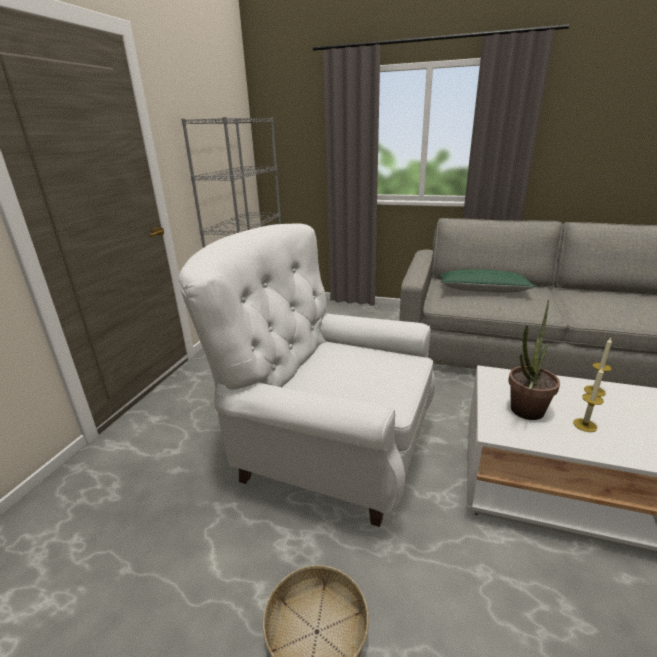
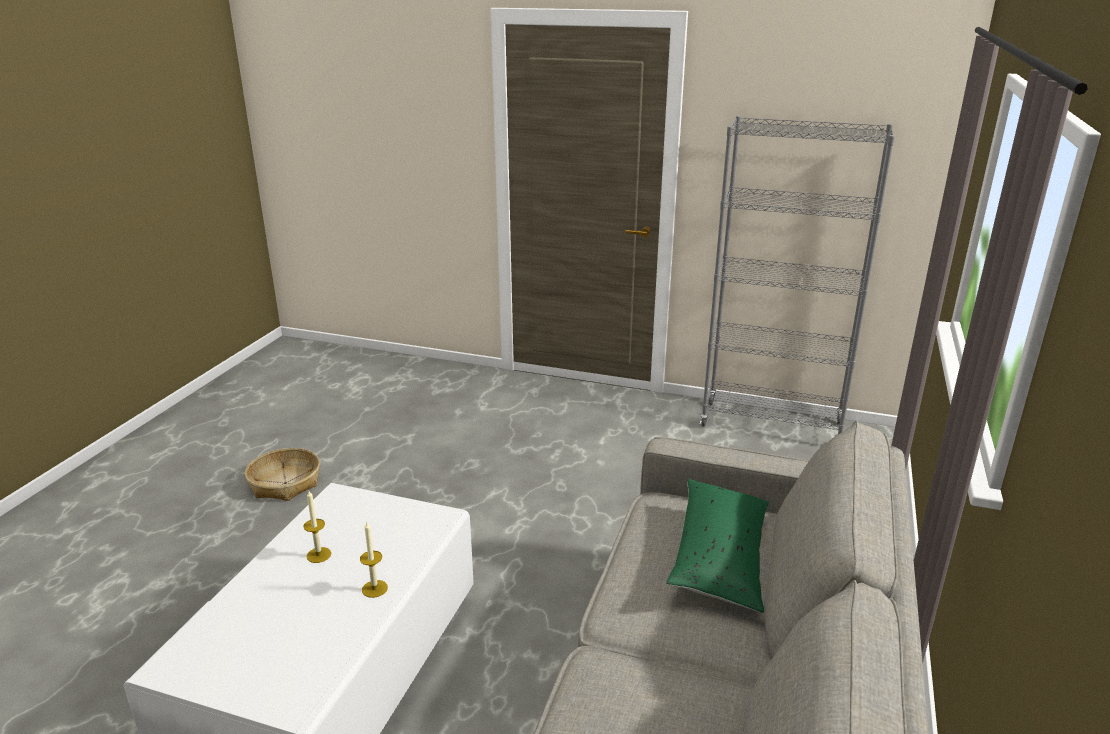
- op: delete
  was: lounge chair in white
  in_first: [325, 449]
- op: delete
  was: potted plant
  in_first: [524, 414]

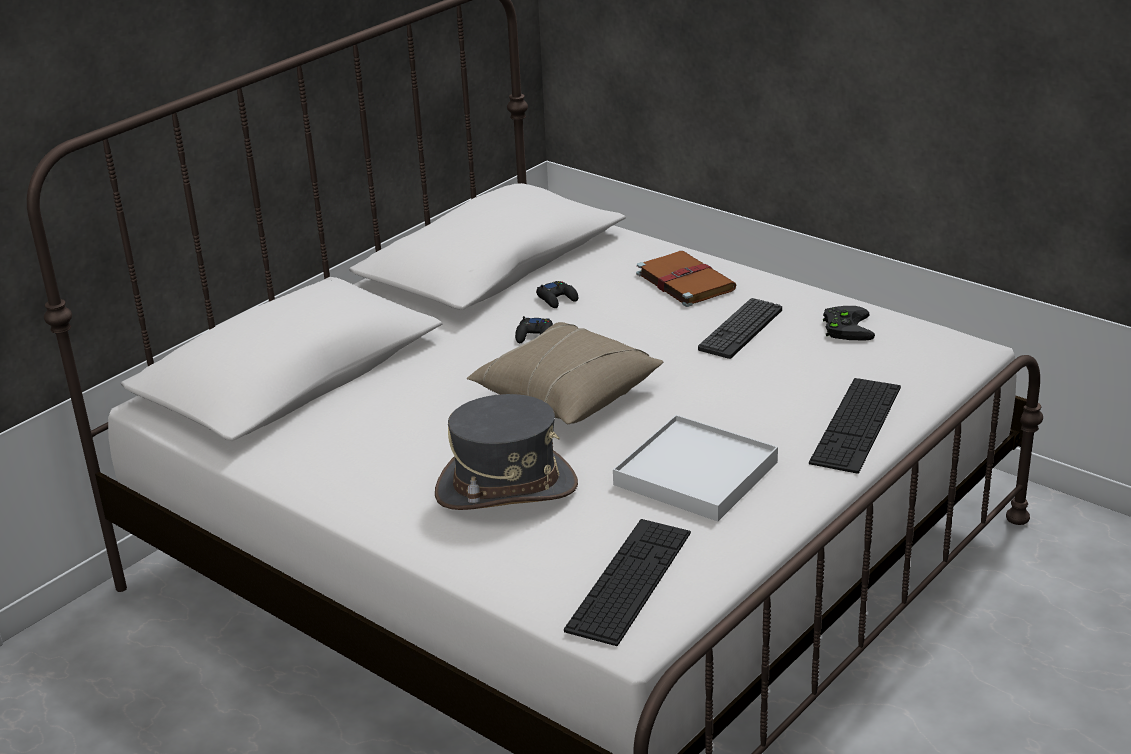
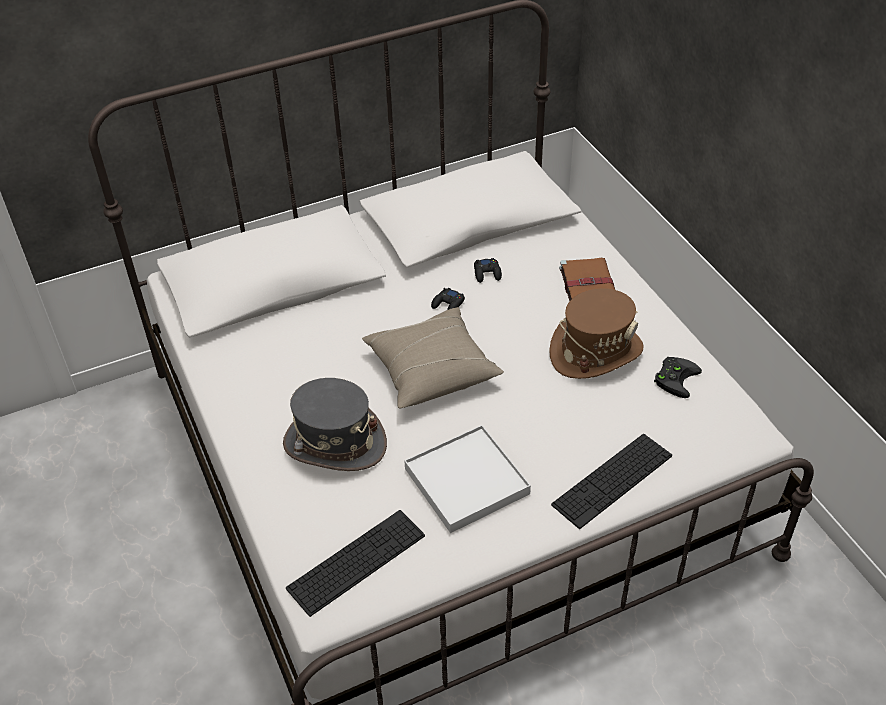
- op: replace
  was: computer keyboard
  now: hat in brown-coloured
  in_first: [740, 329]
  in_second: [595, 351]

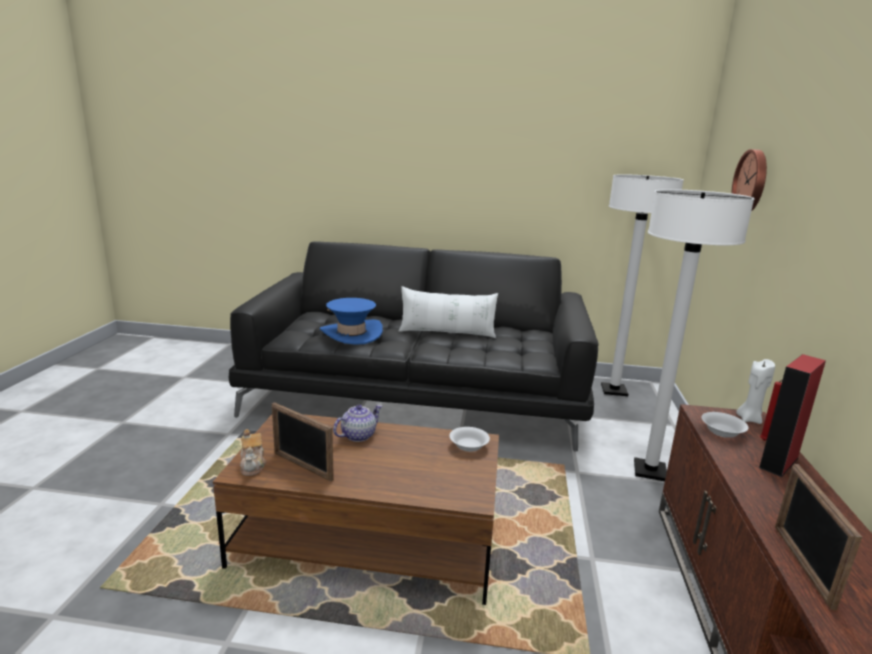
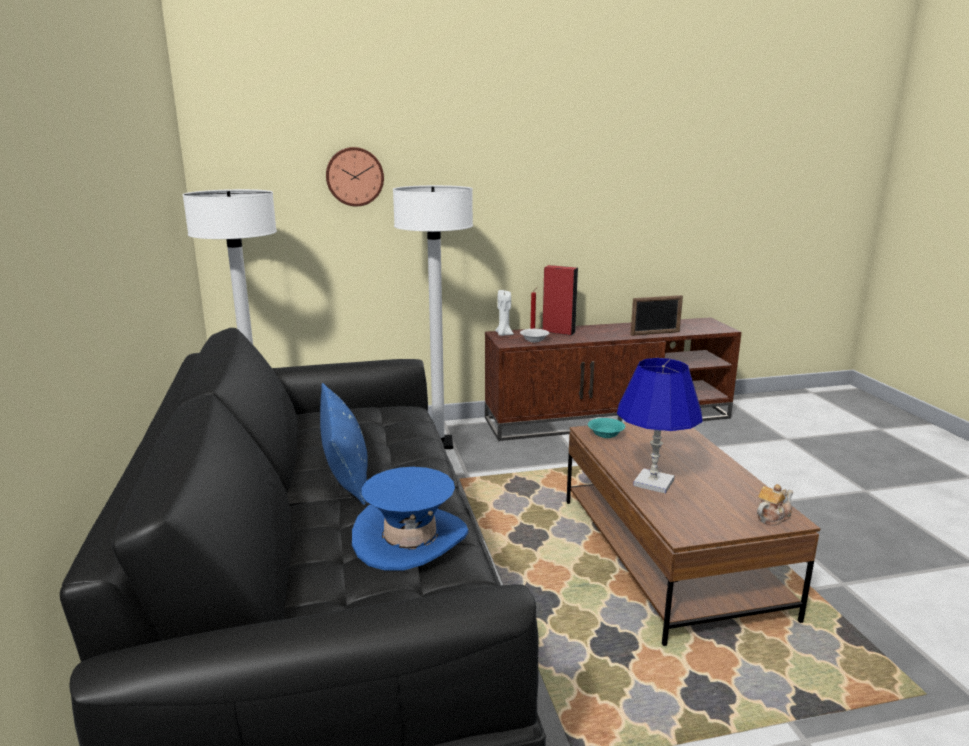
- op: delete
  was: standing frame
  in_first: [302, 466]
- op: replace
  was: teapot
  now: table lamp in bluish
  in_first: [358, 435]
  in_second: [653, 482]
- op: recolor
  was: cushion in white
  now: cushion in bluish
  in_first: [447, 333]
  in_second: [345, 469]
- op: recolor
  was: serving bowl in white
  now: serving bowl in turquoise
  in_first: [468, 446]
  in_second: [605, 434]

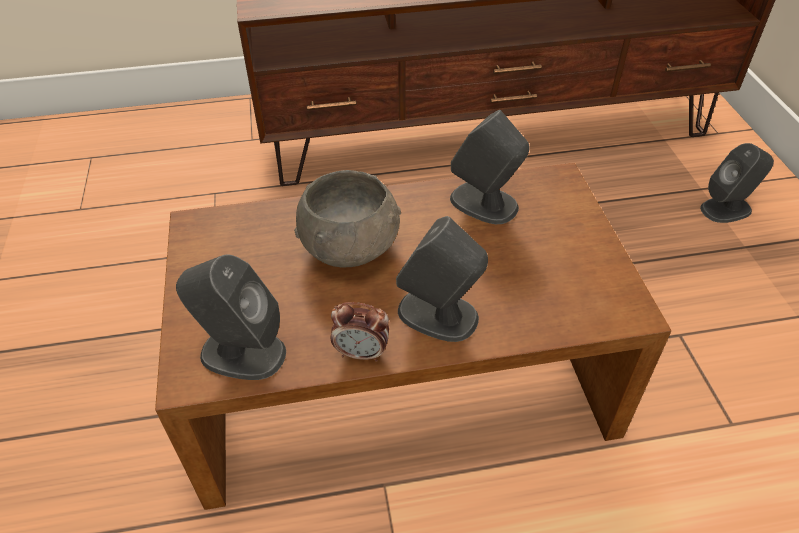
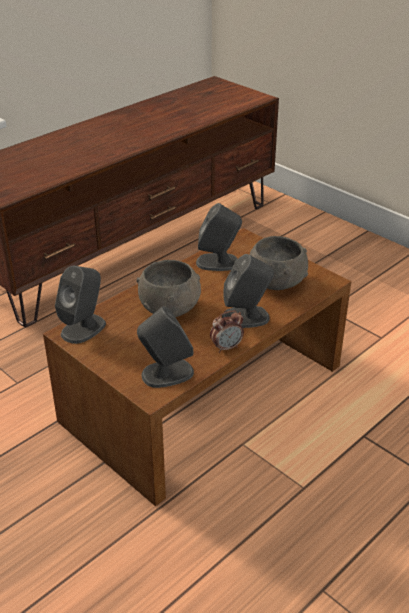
- op: insert
  now: serving bowl in gray
  in_second: [275, 281]
- op: move
  was: speaker in gray
  in_first: [726, 209]
  in_second: [84, 328]

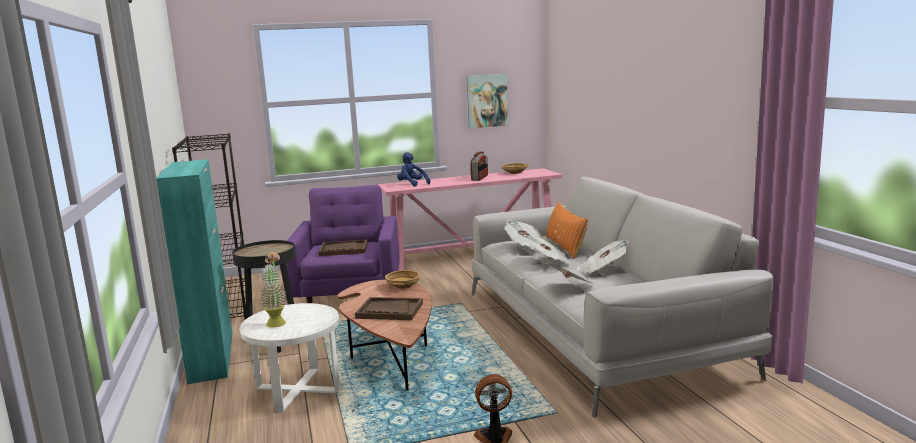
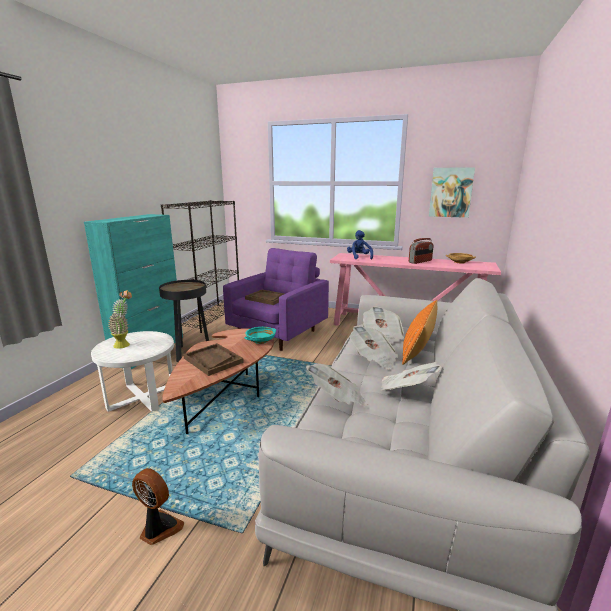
- op: recolor
  was: serving bowl in sand-coloured
  now: serving bowl in turquoise
  in_first: [403, 286]
  in_second: [260, 341]

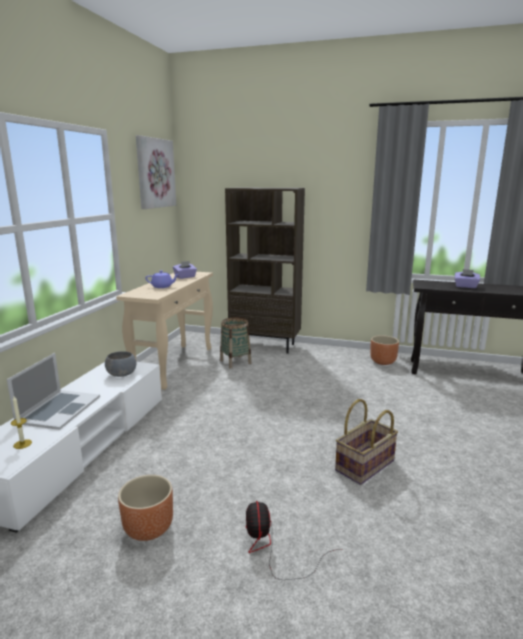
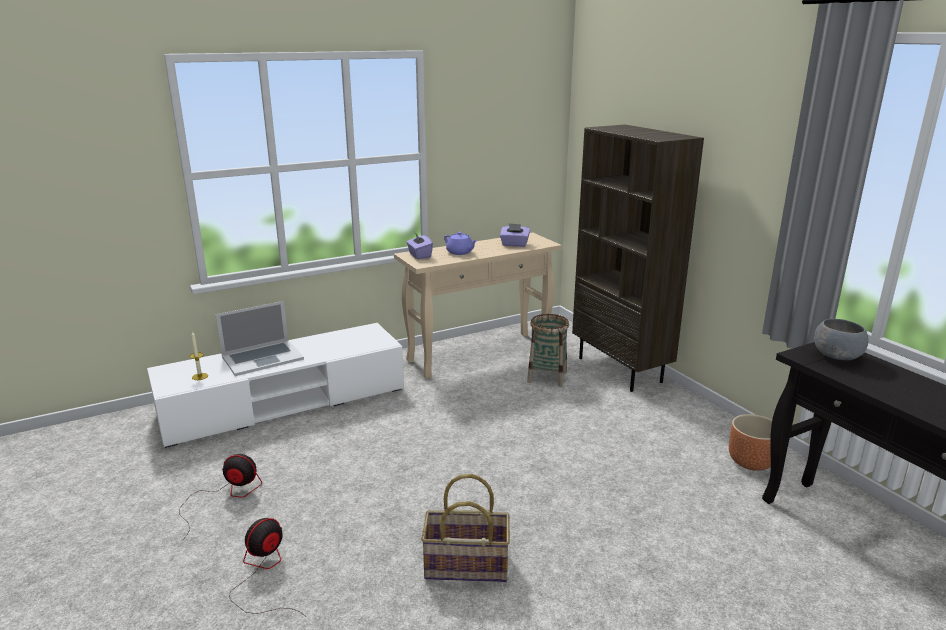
- op: delete
  was: wall art
  in_first: [155, 173]
- op: move
  was: serving bowl in gray
  in_first: [122, 374]
  in_second: [838, 356]
- op: move
  was: tissue holder in purplish
  in_first: [465, 286]
  in_second: [419, 255]
- op: replace
  was: planter in brown-coloured
  now: electric fan
  in_first: [149, 528]
  in_second: [225, 496]

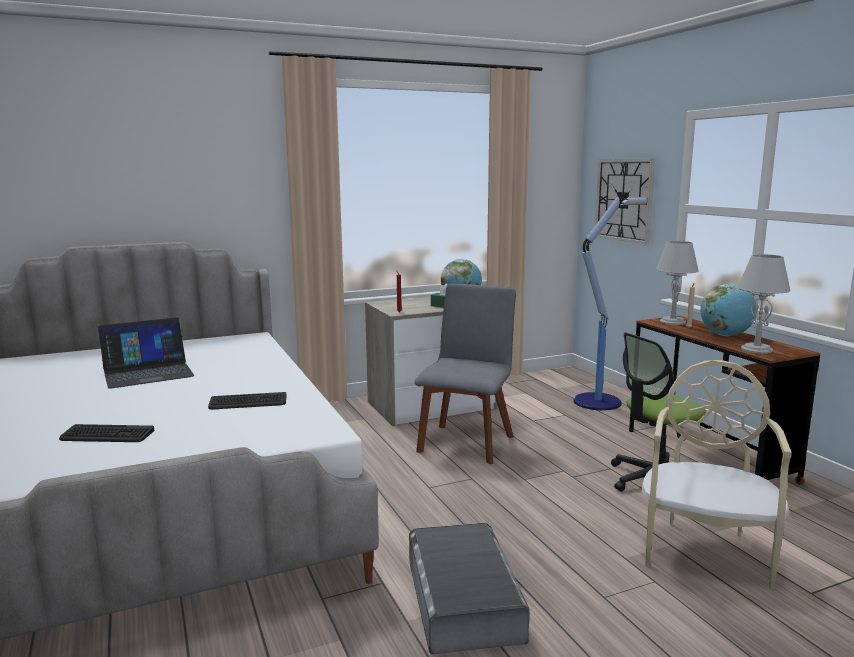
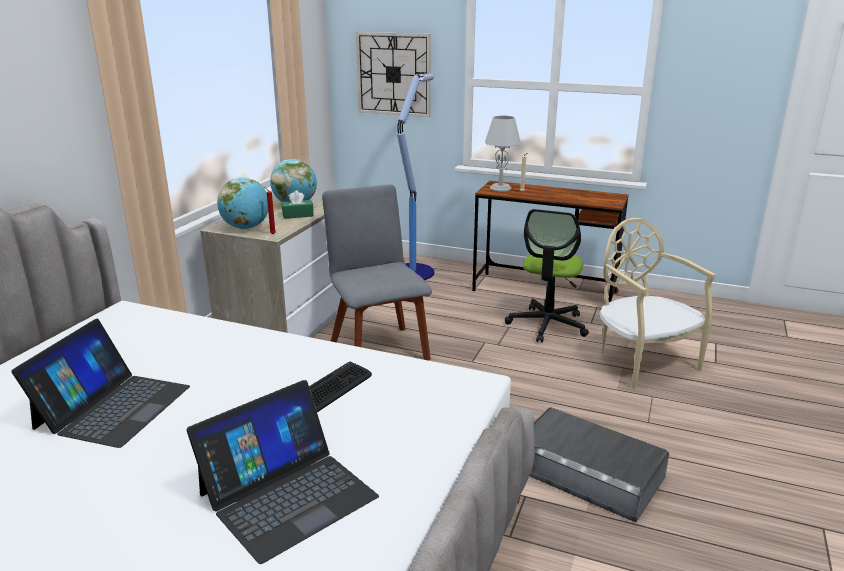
- op: delete
  was: table lamp in gray
  in_first: [756, 349]
- op: move
  was: desk globe
  in_first: [725, 335]
  in_second: [246, 228]
- op: replace
  was: computer keyboard
  now: notebook computer
  in_first: [107, 435]
  in_second: [287, 495]

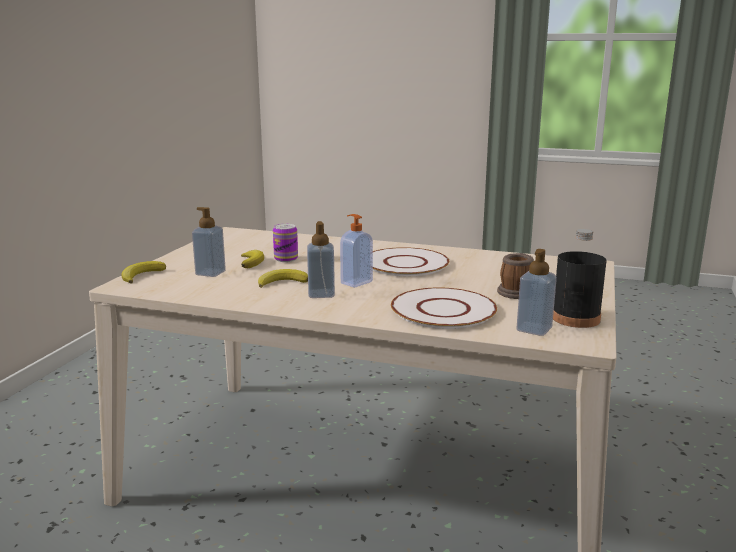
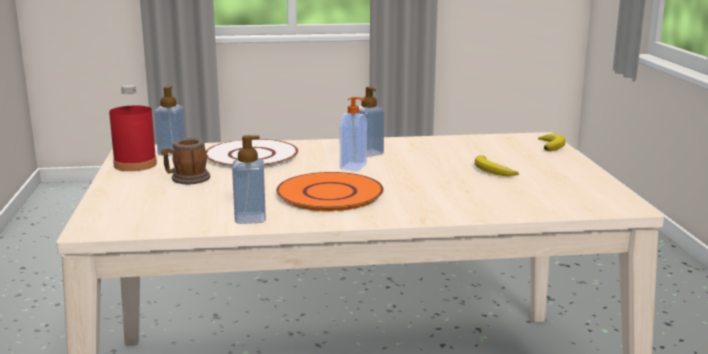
- op: delete
  was: banana fruit
  in_first: [282, 282]
- op: delete
  was: can
  in_first: [286, 259]
- op: move
  was: soap bottle
  in_first: [210, 273]
  in_second: [250, 218]
- op: recolor
  was: plate in white
  now: plate in orange
  in_first: [406, 263]
  in_second: [329, 194]
- op: recolor
  was: beverage bottle in black-coloured
  now: beverage bottle in red-coloured
  in_first: [575, 318]
  in_second: [135, 164]

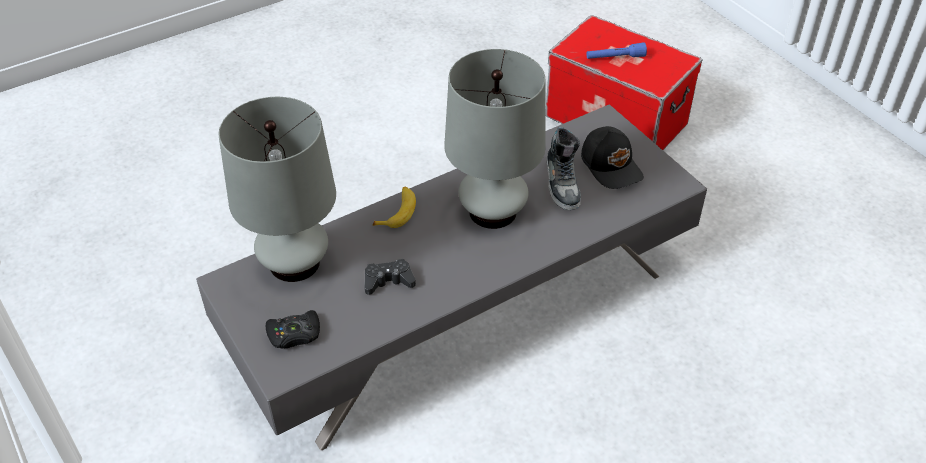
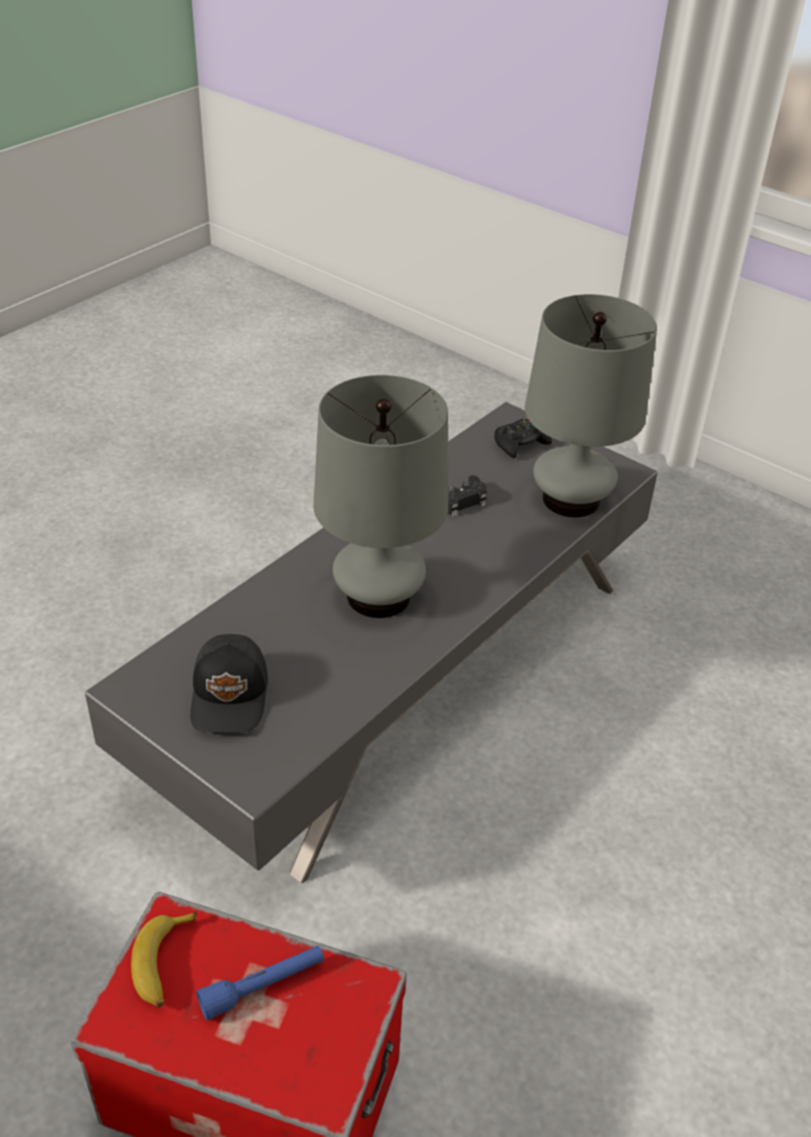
- op: delete
  was: low shoe
  in_first: [562, 183]
- op: move
  was: banana fruit
  in_first: [397, 211]
  in_second: [164, 964]
- op: rotate
  was: cap in black-coloured
  in_first: [612, 165]
  in_second: [231, 695]
  clockwise: -135

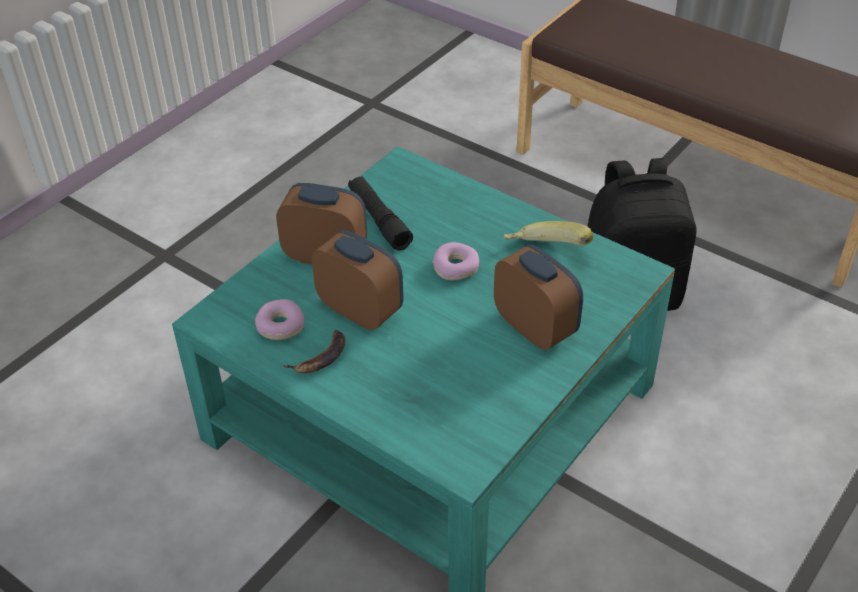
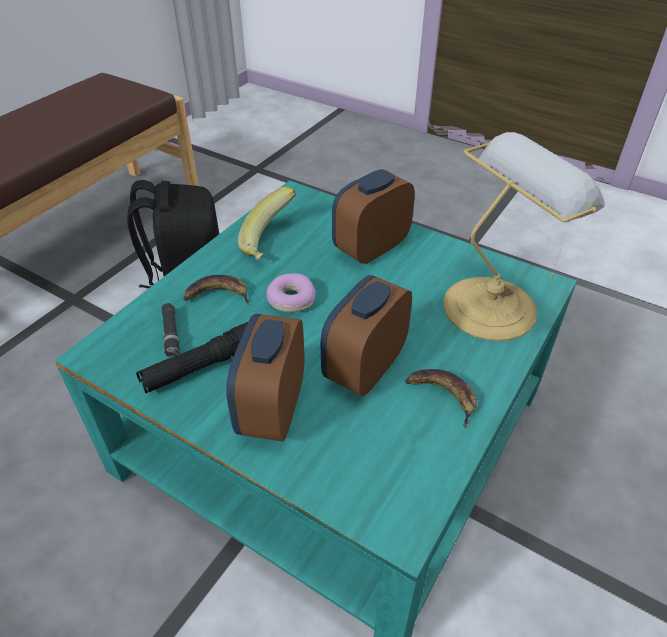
- op: delete
  was: donut
  in_first: [280, 326]
- op: insert
  now: torch in black-coloured
  in_second: [171, 334]
- op: insert
  now: banana fruit
  in_second: [217, 295]
- op: insert
  now: table lamp
  in_second: [493, 305]

